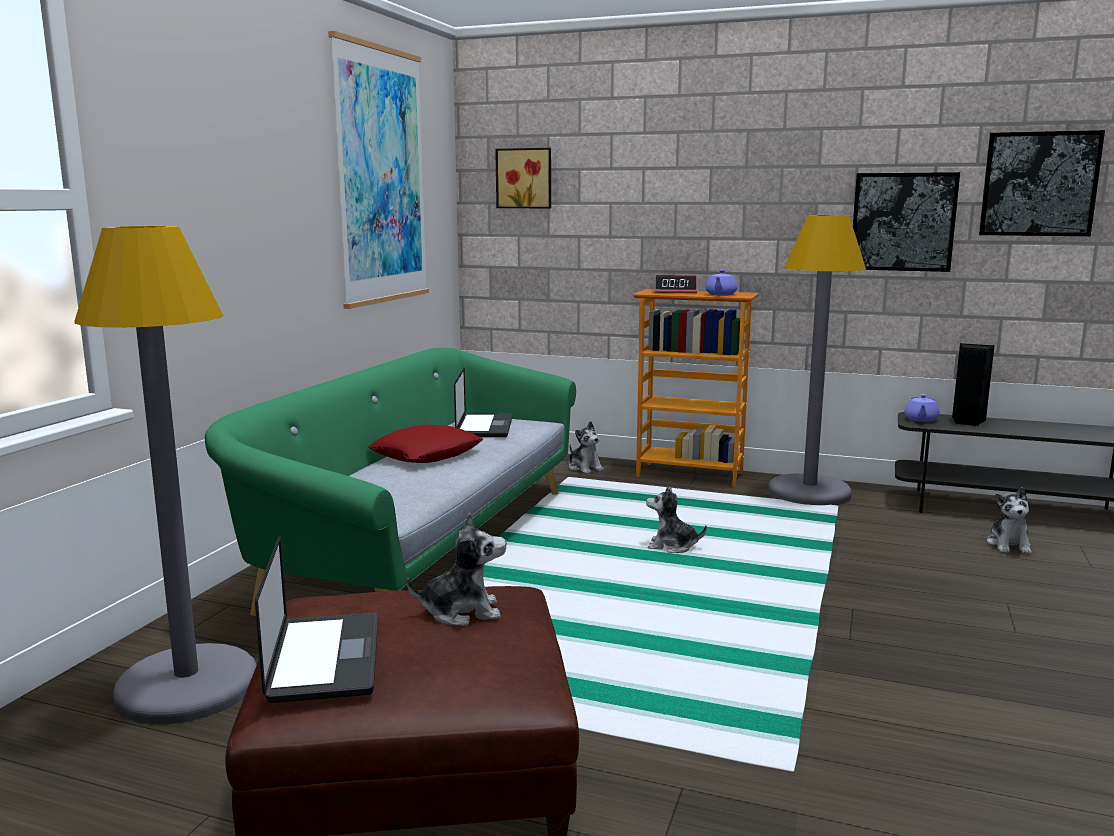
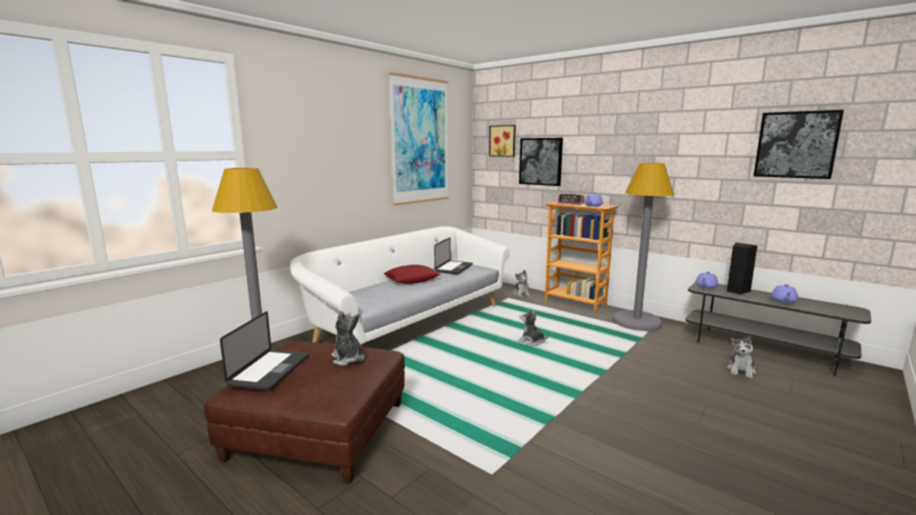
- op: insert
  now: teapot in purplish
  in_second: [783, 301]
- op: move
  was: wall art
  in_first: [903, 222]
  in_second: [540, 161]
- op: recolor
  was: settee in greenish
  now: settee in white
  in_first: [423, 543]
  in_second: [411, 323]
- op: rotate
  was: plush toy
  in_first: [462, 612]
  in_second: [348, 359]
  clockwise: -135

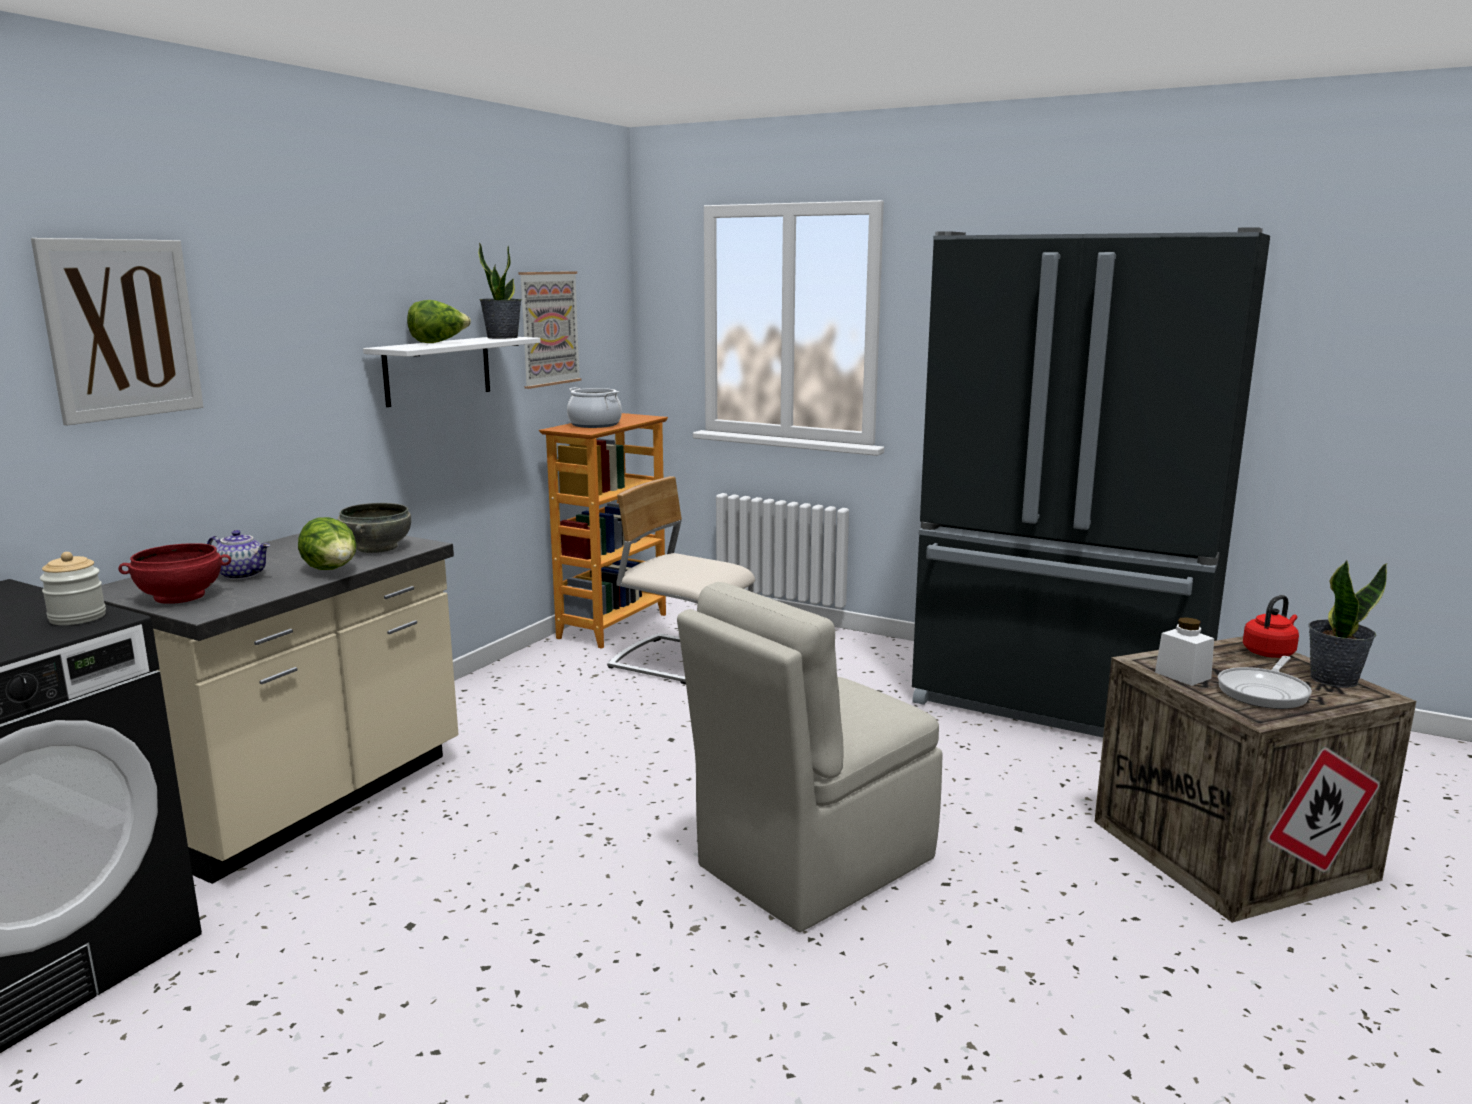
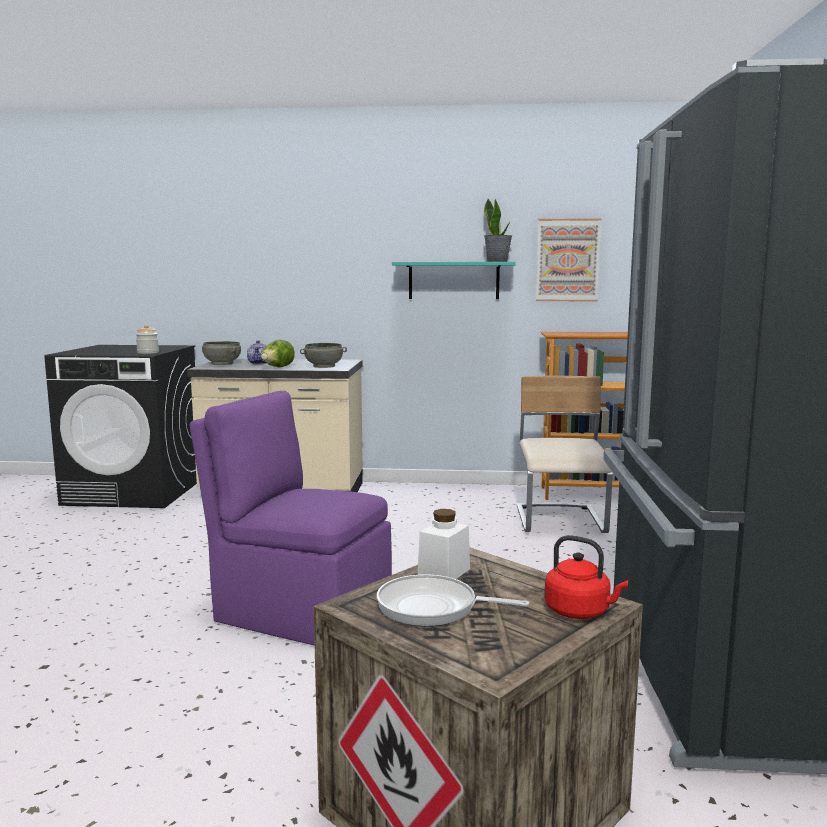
- op: delete
  was: wall art
  in_first: [122, 329]
- op: delete
  was: lettuce head
  in_first: [438, 342]
- op: delete
  was: cooking pot
  in_first: [595, 424]
- op: delete
  was: potted plant
  in_first: [1333, 679]
- op: recolor
  was: serving bowl in red-coloured
  now: serving bowl in gray
  in_first: [180, 597]
  in_second: [221, 364]
- op: recolor
  was: wall shelf in white
  now: wall shelf in turquoise
  in_first: [438, 370]
  in_second: [453, 280]
- op: recolor
  was: chair in sand-coloured
  now: chair in purplish
  in_first: [811, 864]
  in_second: [300, 612]

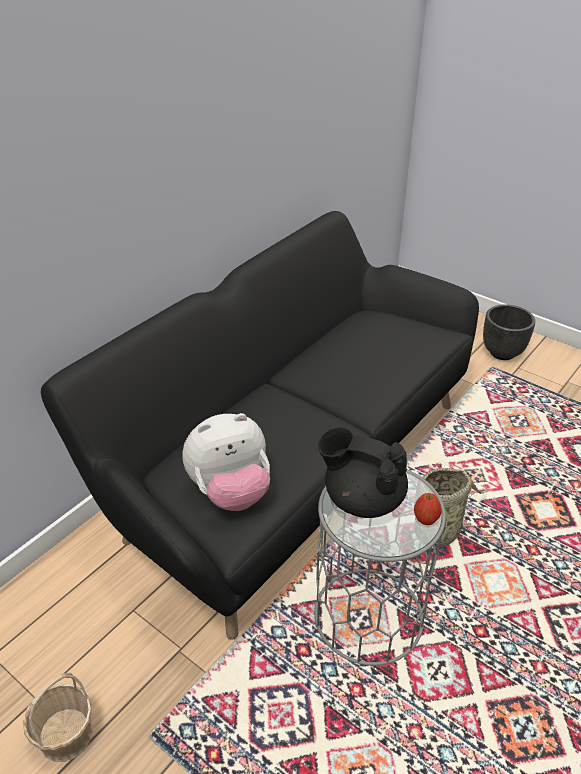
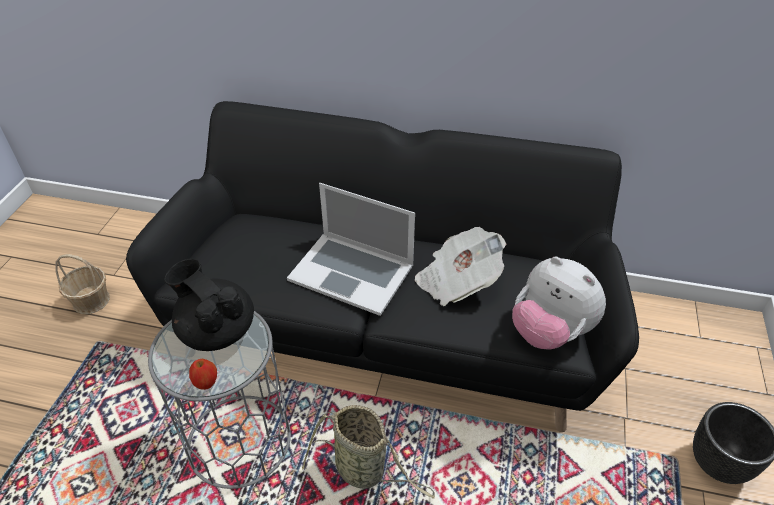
- op: insert
  now: notebook computer
  in_second: [351, 272]
- op: insert
  now: daily paper
  in_second: [457, 281]
- op: move
  was: plush toy
  in_first: [230, 492]
  in_second: [549, 331]
- op: rotate
  was: teapot in black-coloured
  in_first: [362, 499]
  in_second: [216, 330]
  clockwise: -45

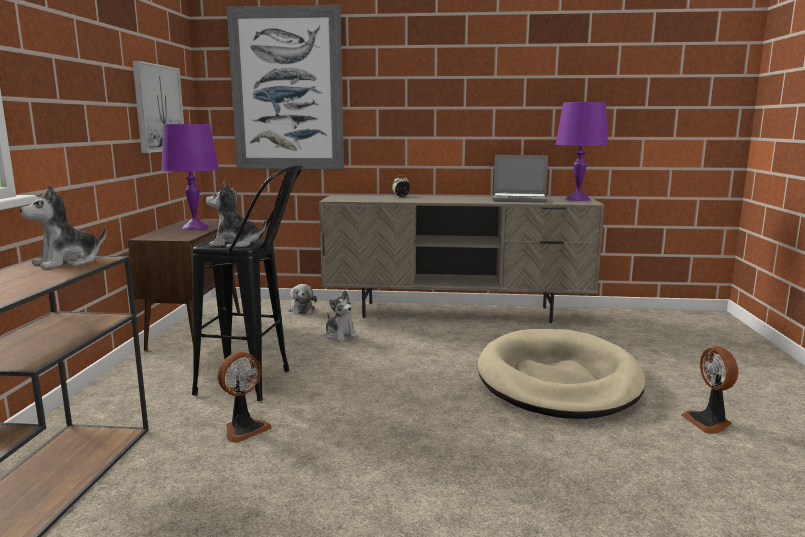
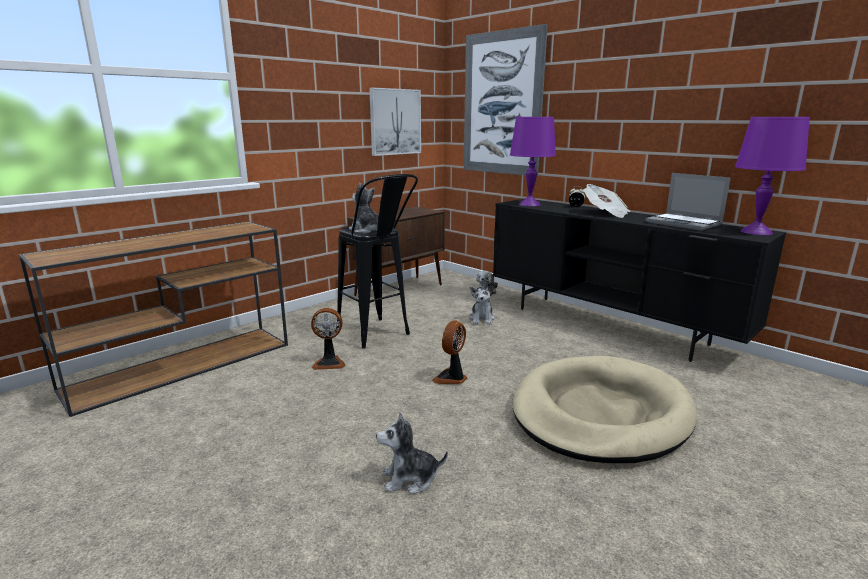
- op: insert
  now: daily paper
  in_second: [605, 213]
- op: move
  was: plush toy
  in_first: [68, 262]
  in_second: [410, 479]
- op: move
  was: table lamp in purplish
  in_first: [194, 227]
  in_second: [529, 204]
- op: move
  was: electric fan
  in_first: [709, 422]
  in_second: [451, 378]
- op: recolor
  was: media console in sand-coloured
  now: media console in black-coloured
  in_first: [457, 312]
  in_second: [608, 326]

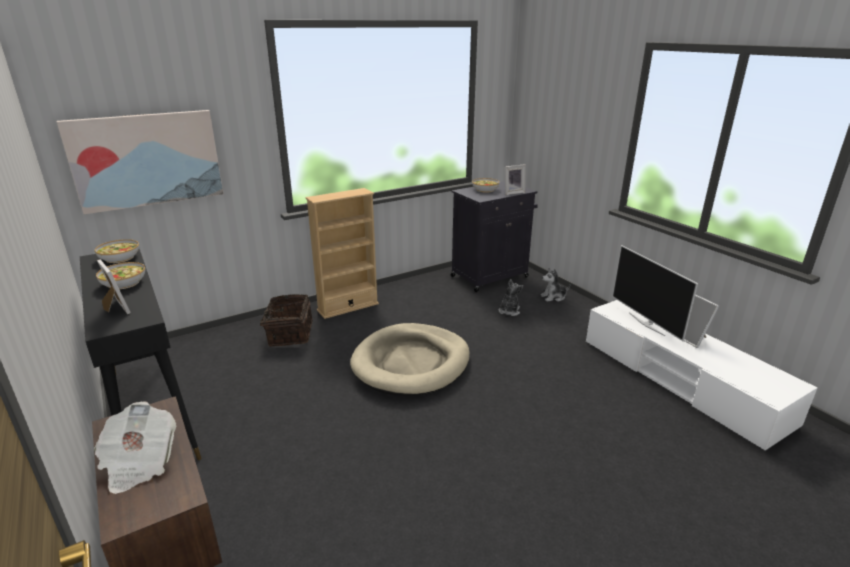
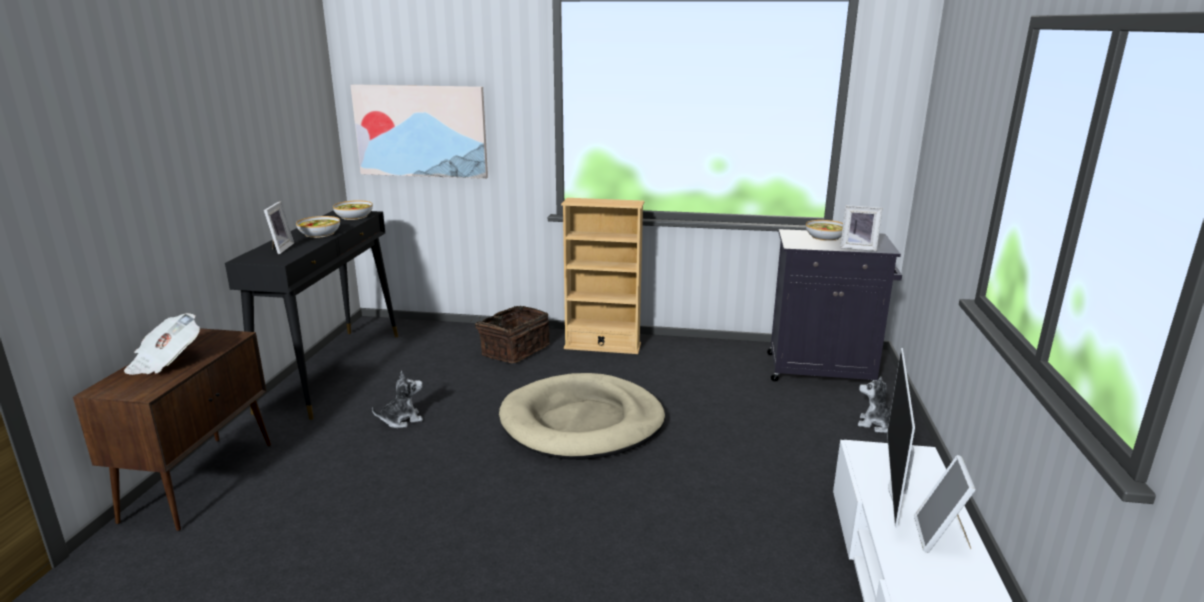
- op: move
  was: plush toy
  in_first: [509, 311]
  in_second: [401, 420]

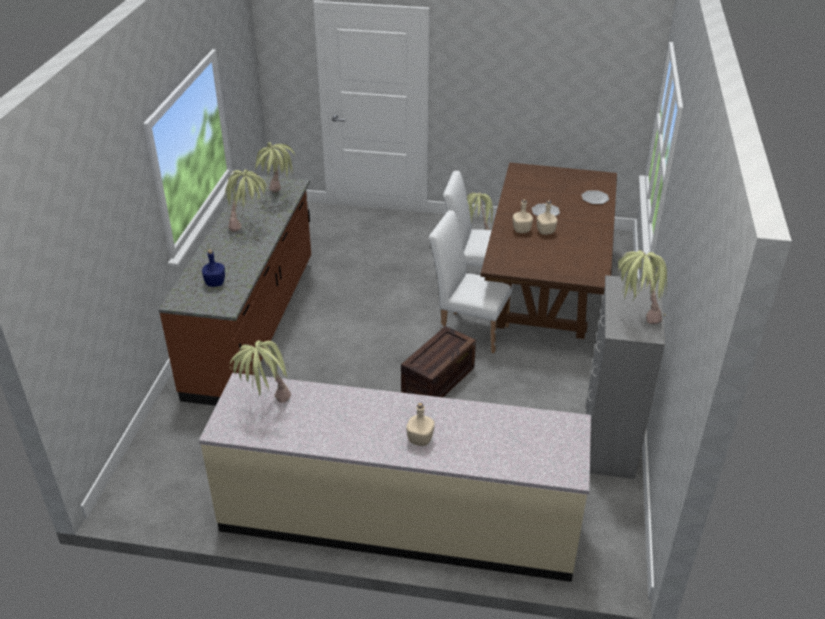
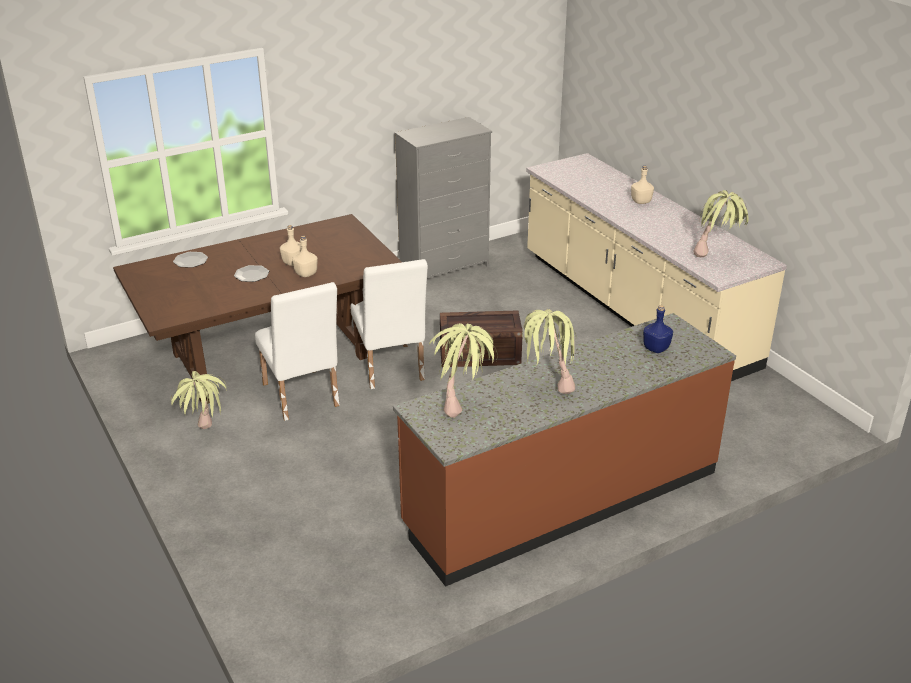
- op: delete
  was: potted plant
  in_first: [634, 317]

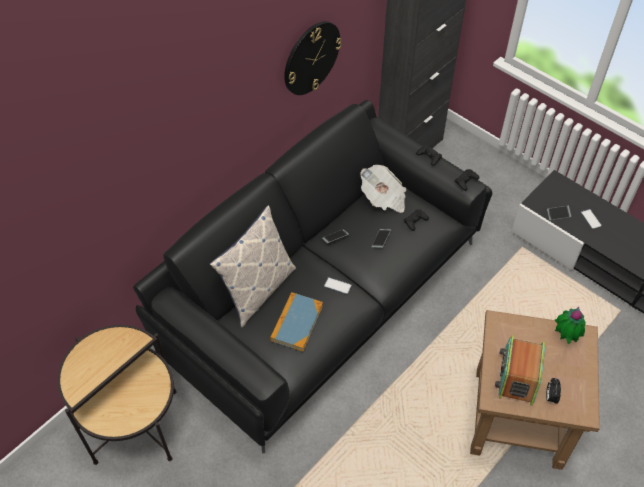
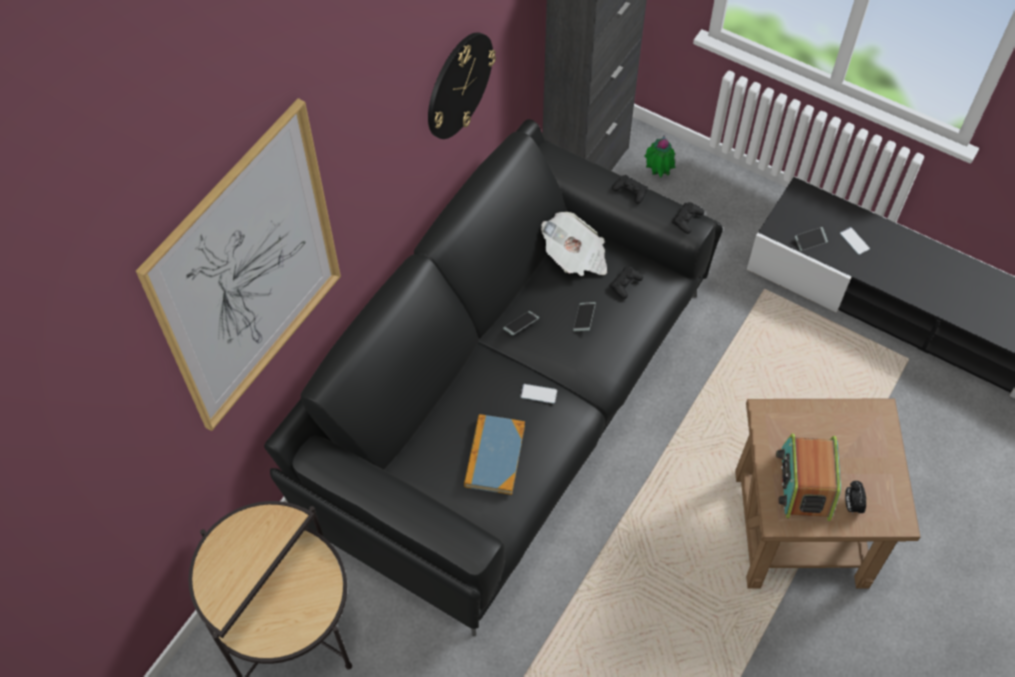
- op: delete
  was: cushion
  in_first: [258, 290]
- op: insert
  now: wall art
  in_second: [248, 272]
- op: move
  was: potted plant
  in_first: [564, 337]
  in_second: [657, 174]

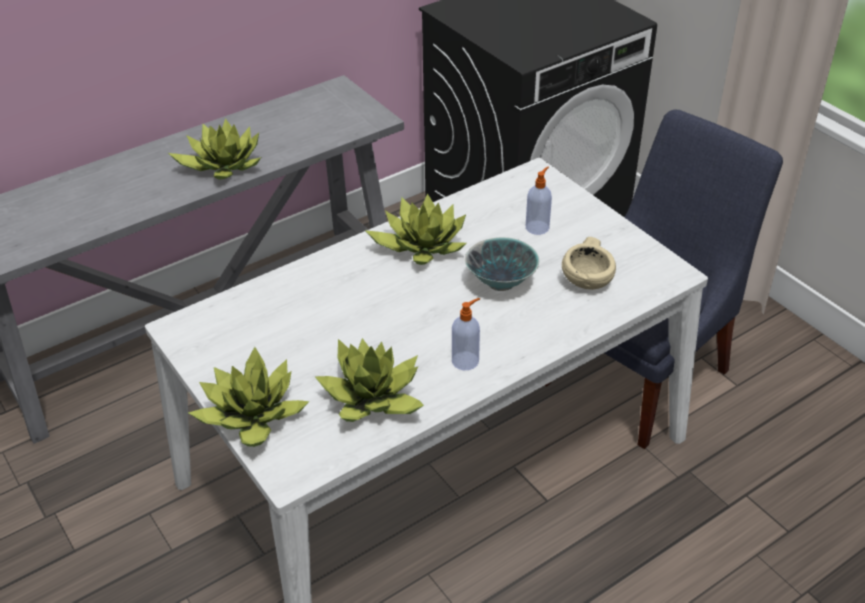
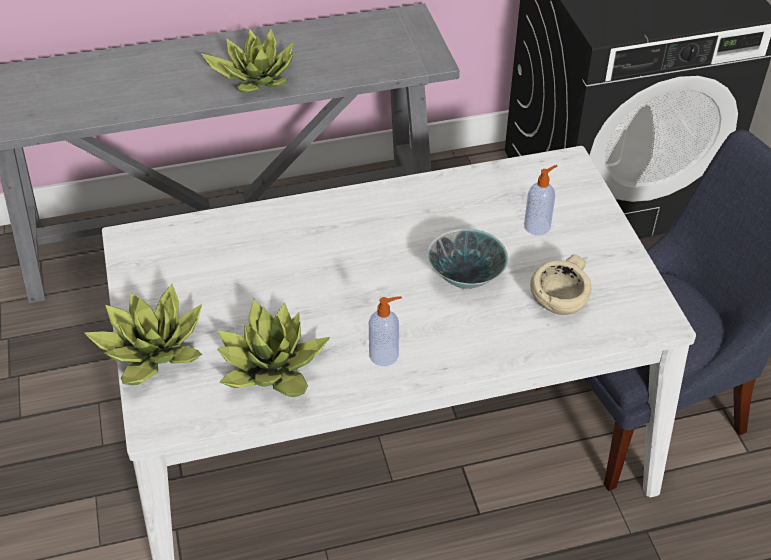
- op: delete
  was: potted plant
  in_first: [421, 245]

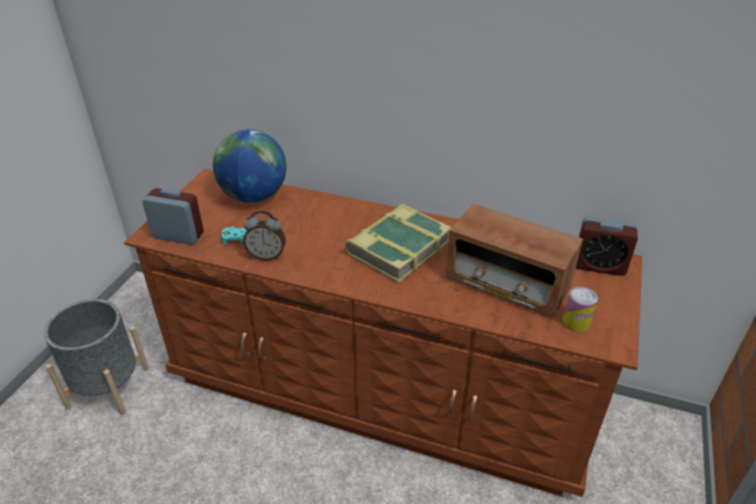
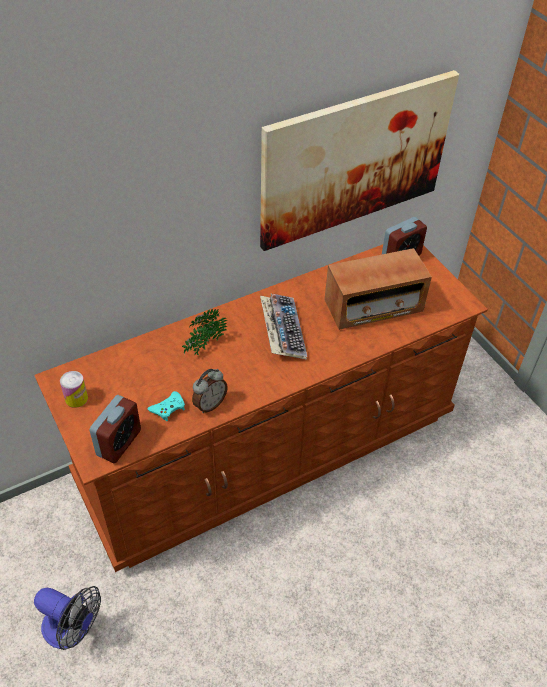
- op: delete
  was: desk globe
  in_first: [254, 196]
- op: insert
  now: potted plant
  in_second: [203, 347]
- op: insert
  now: wall art
  in_second: [355, 160]
- op: move
  was: can
  in_first: [576, 322]
  in_second: [76, 398]
- op: replace
  was: planter in gray
  now: electric fan
  in_first: [108, 387]
  in_second: [73, 629]
- op: replace
  was: bound book
  now: computer keyboard
  in_first: [398, 248]
  in_second: [282, 331]
- op: rotate
  was: bedside clock
  in_first: [178, 235]
  in_second: [119, 443]
  clockwise: 150

